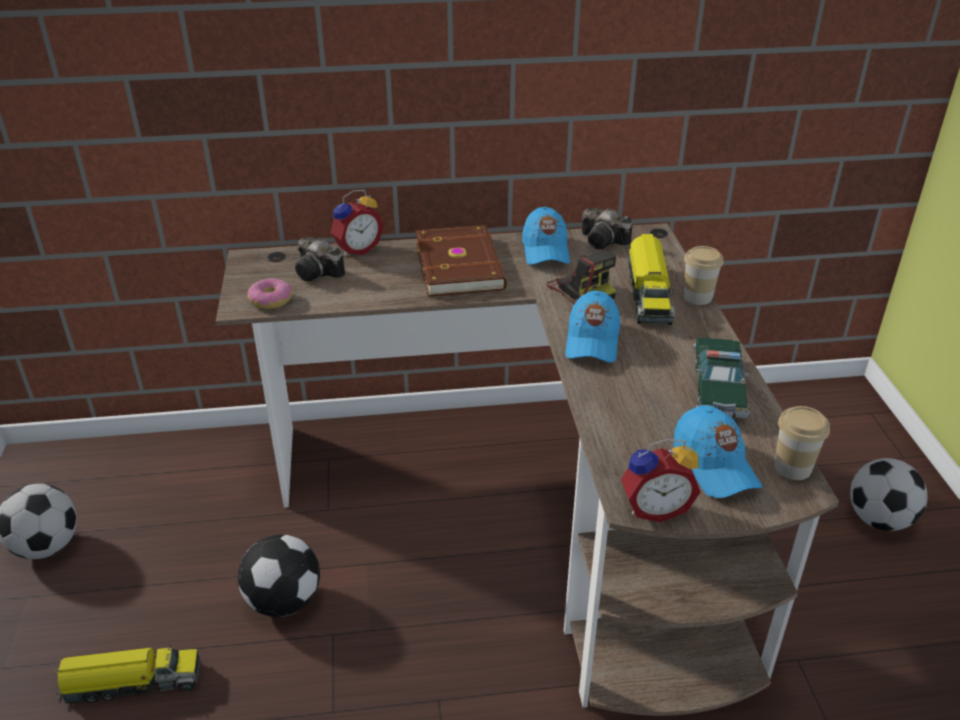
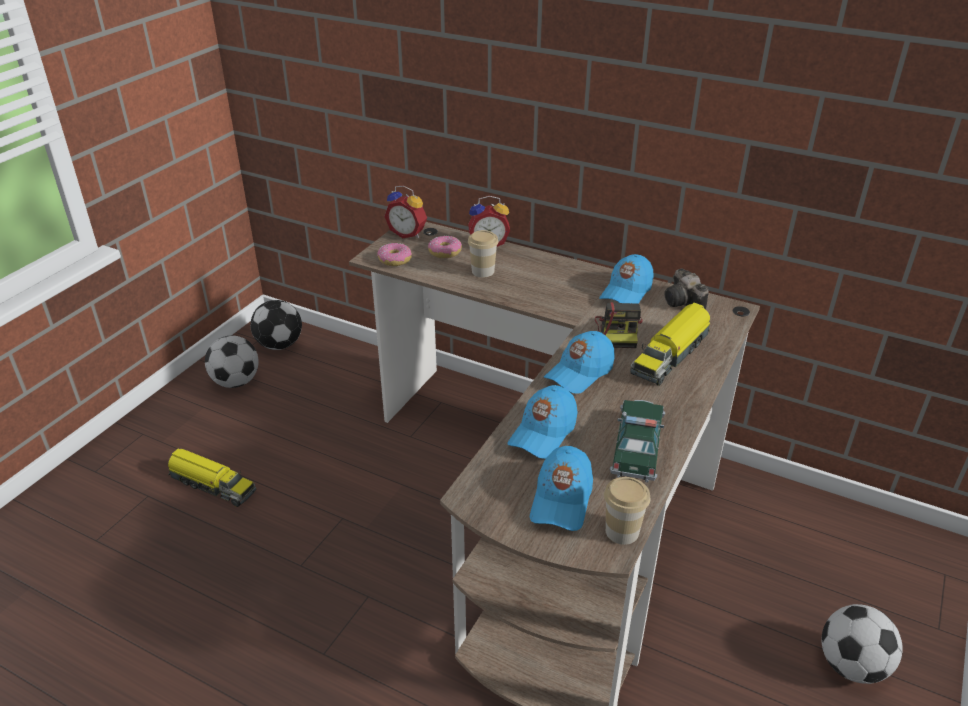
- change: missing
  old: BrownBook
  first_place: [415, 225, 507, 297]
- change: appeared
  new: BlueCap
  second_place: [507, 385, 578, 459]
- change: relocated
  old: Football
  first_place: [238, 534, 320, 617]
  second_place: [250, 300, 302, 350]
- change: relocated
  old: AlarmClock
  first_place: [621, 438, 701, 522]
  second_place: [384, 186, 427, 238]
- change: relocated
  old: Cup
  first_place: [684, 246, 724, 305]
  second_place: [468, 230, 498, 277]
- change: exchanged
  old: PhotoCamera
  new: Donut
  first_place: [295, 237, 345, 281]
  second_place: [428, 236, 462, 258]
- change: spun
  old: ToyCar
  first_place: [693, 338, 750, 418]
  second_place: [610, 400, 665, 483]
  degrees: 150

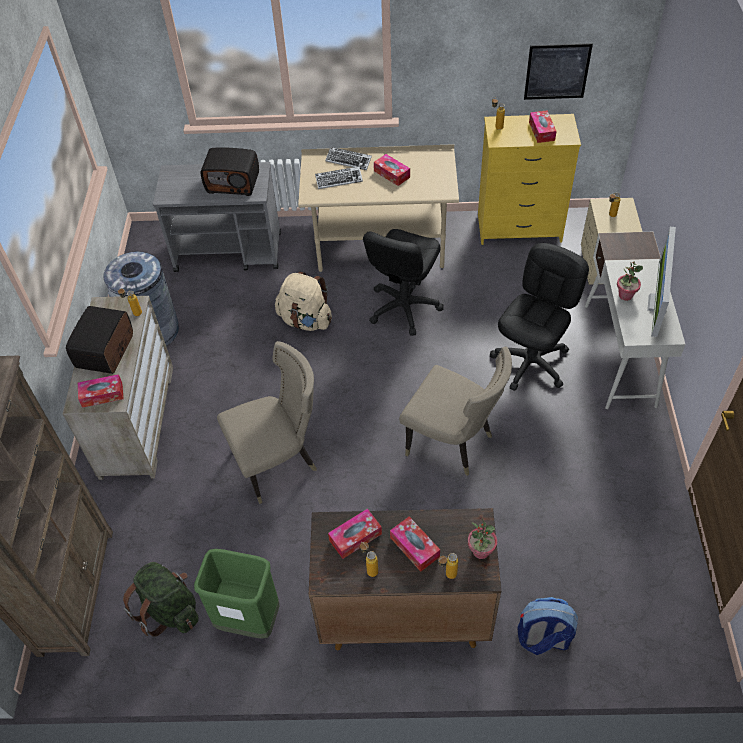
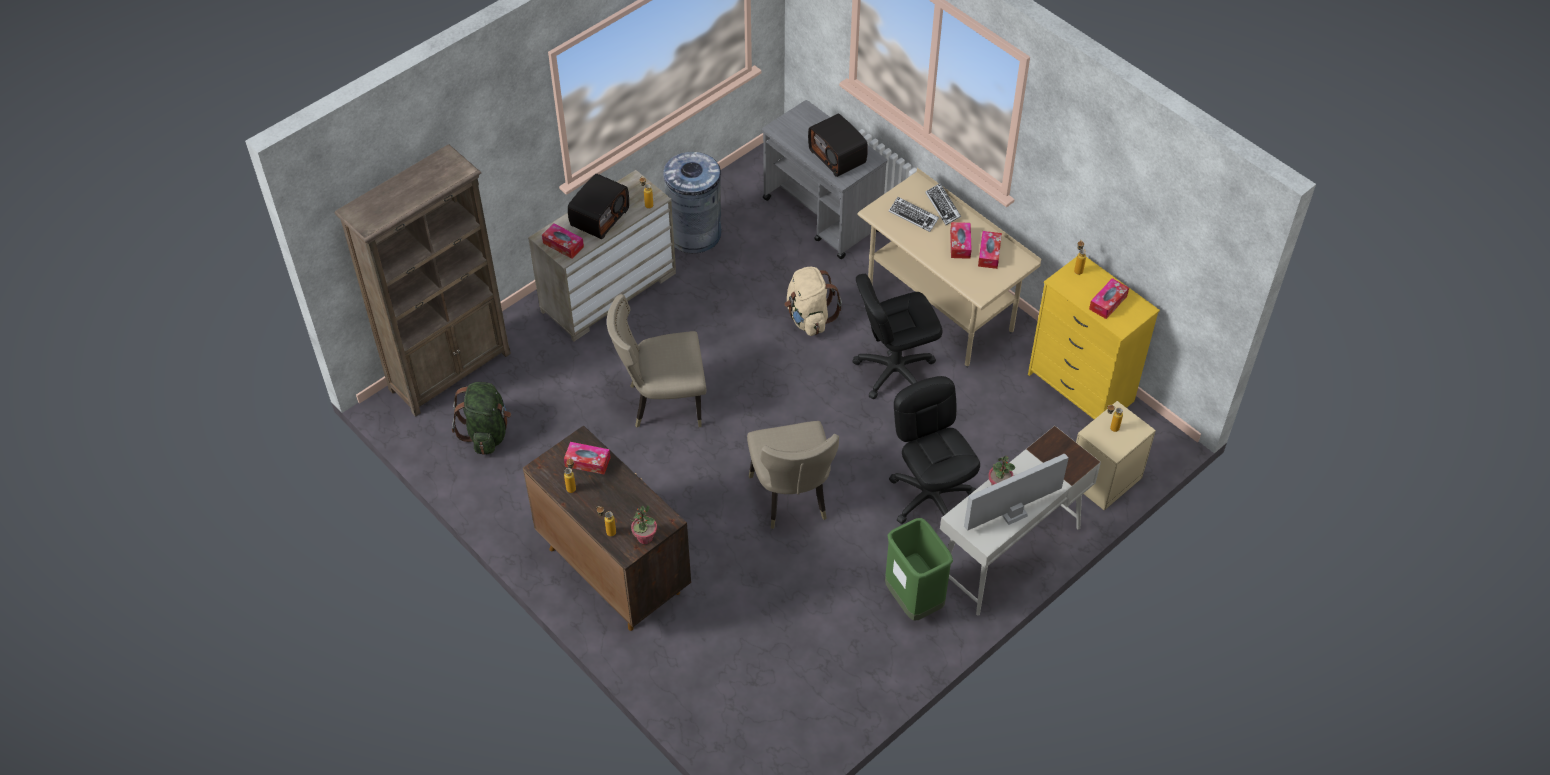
- change: missing
  old: Backpack
  first_place: [518, 597, 578, 655]
- change: missing
  old: Picture
  first_place: [524, 43, 593, 100]
- change: relocated
  old: GreenTrashCan
  first_place: [194, 549, 280, 639]
  second_place: [885, 518, 953, 621]
- change: relocated
  old: TissueBox
  first_place: [390, 517, 440, 572]
  second_place: [978, 231, 1002, 269]
- change: spun
  old: Radio
  first_place: [66, 306, 133, 374]
  second_place: [568, 174, 629, 239]
  degrees: 150
- change: spun
  old: BeigeChair
  first_place: [217, 341, 316, 504]
  second_place: [607, 294, 706, 427]
  degrees: 150
- change: spun
  old: BlackOfficeChair
  first_place: [490, 243, 589, 390]
  second_place: [889, 376, 980, 524]
  degrees: -105

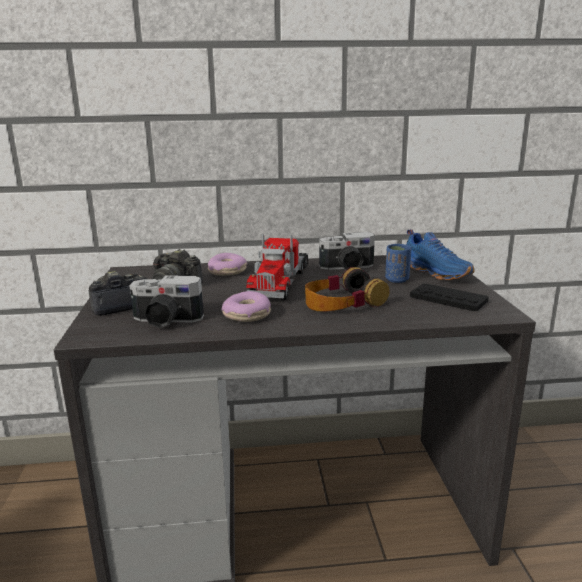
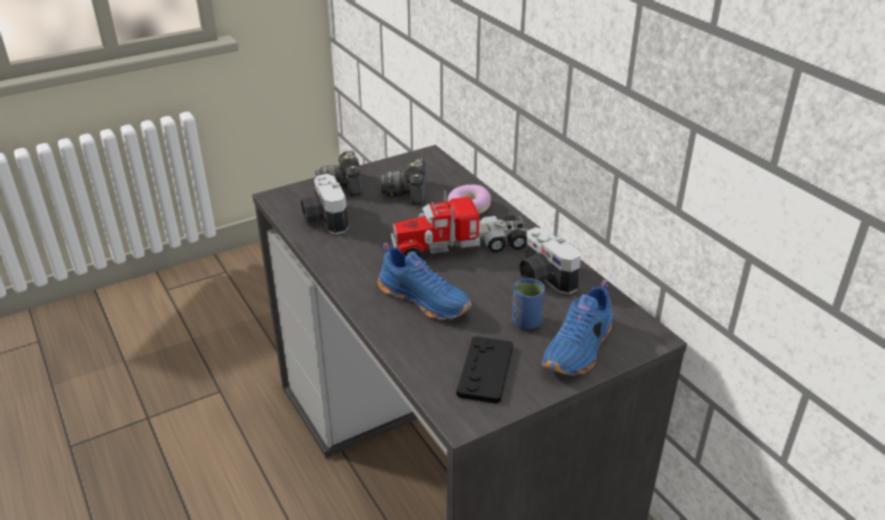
- change: missing
  old: Donut
  first_place: [222, 291, 271, 322]
- change: exchanged
  old: Headphones
  new: BlueShoe
  first_place: [305, 267, 390, 312]
  second_place: [378, 243, 471, 320]
- change: spun
  old: PhotoCamera
  first_place: [89, 271, 147, 316]
  second_place: [315, 151, 363, 197]
  degrees: -135

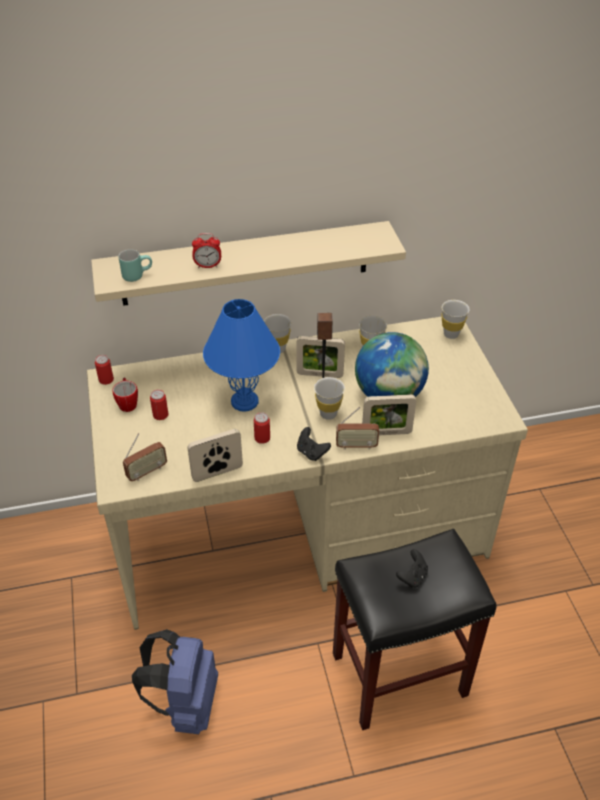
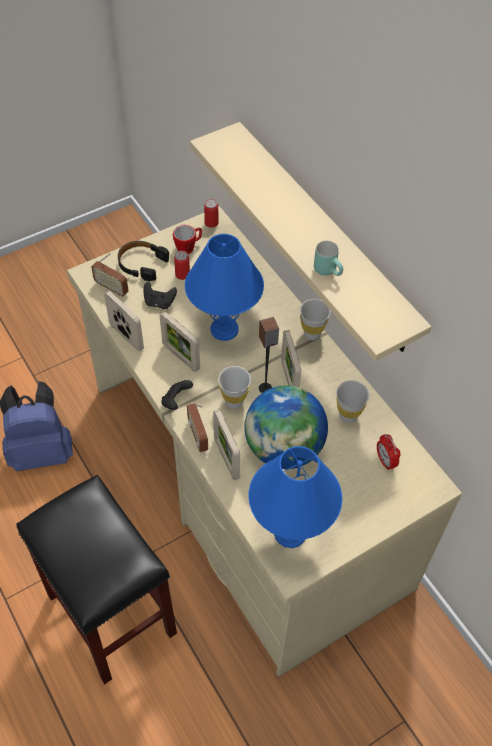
- change: missing
  old: WhiteCup
  first_place: [441, 300, 469, 339]
- change: appeared
  new: BlackHeadphones
  second_place: [118, 241, 169, 281]
- change: appeared
  new: BlueTableLamp
  second_place: [248, 446, 342, 548]
- change: relocated
  old: TurquoiseMug
  first_place: [119, 249, 152, 282]
  second_place: [314, 241, 343, 276]
- change: relocated
  old: AlarmClock
  first_place: [192, 233, 221, 268]
  second_place: [377, 434, 401, 471]
- change: relocated
  old: BlackGameController
  first_place: [396, 549, 428, 588]
  second_place: [143, 282, 177, 309]
- change: exchanged
  old: Can
  new: PictureFrame
  first_place: [254, 412, 270, 444]
  second_place: [160, 312, 200, 372]

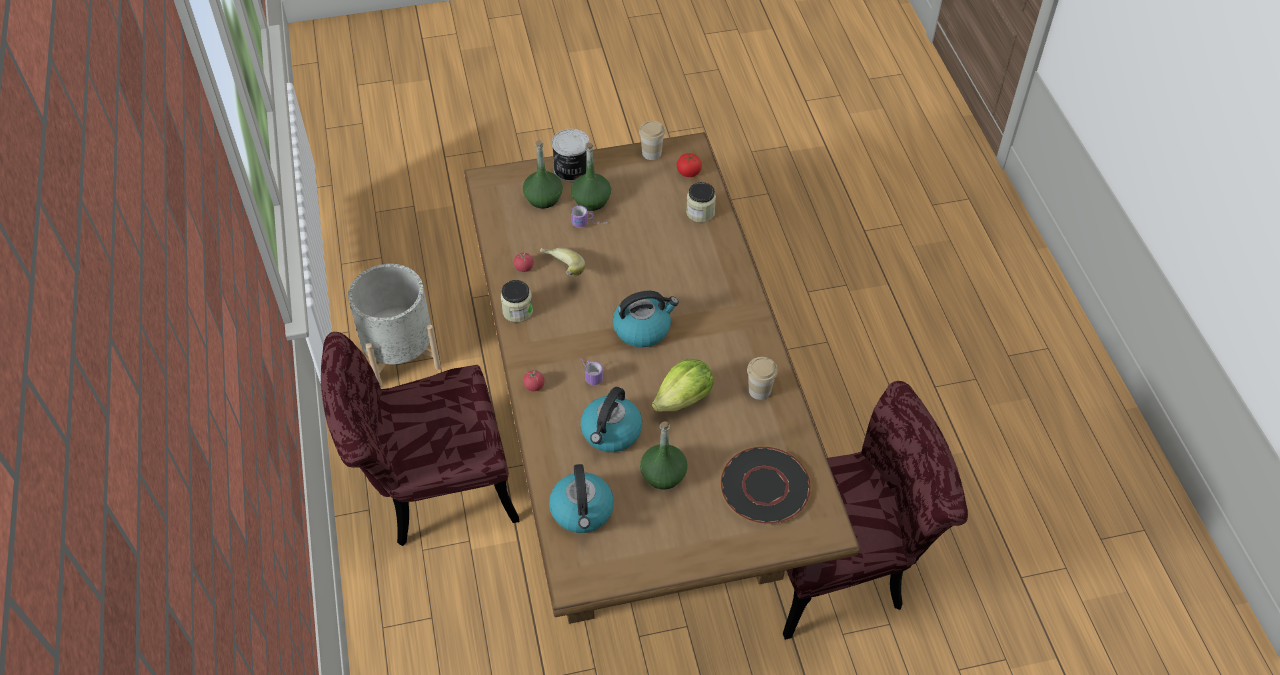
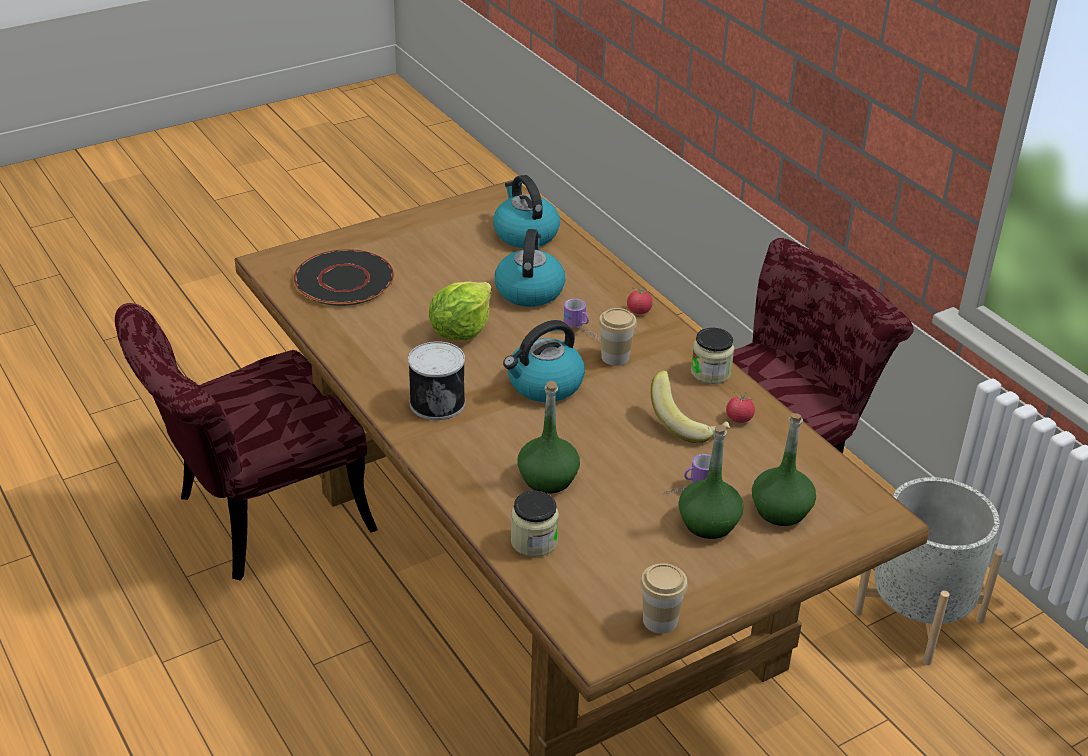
- change: missing
  old: Tomato
  first_place: [677, 153, 702, 177]
- change: relocated
  old: Can
  first_place: [552, 129, 590, 182]
  second_place: [408, 341, 465, 420]
- change: relocated
  old: GreenBottle
  first_place: [640, 421, 688, 490]
  second_place: [517, 381, 580, 494]
- change: relocated
  old: Cup
  first_place: [747, 357, 778, 400]
  second_place: [599, 308, 637, 366]

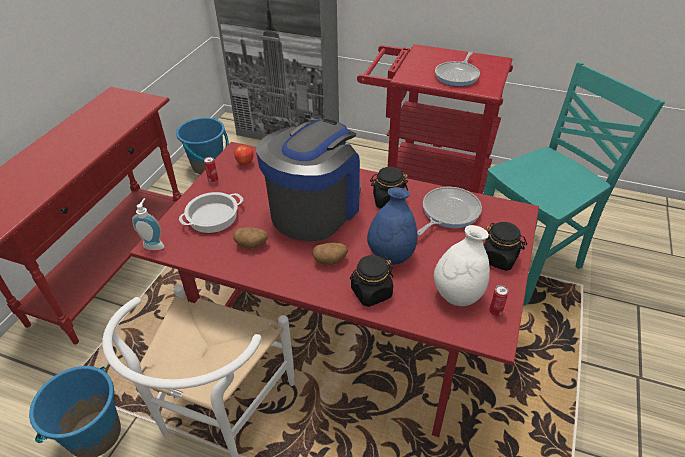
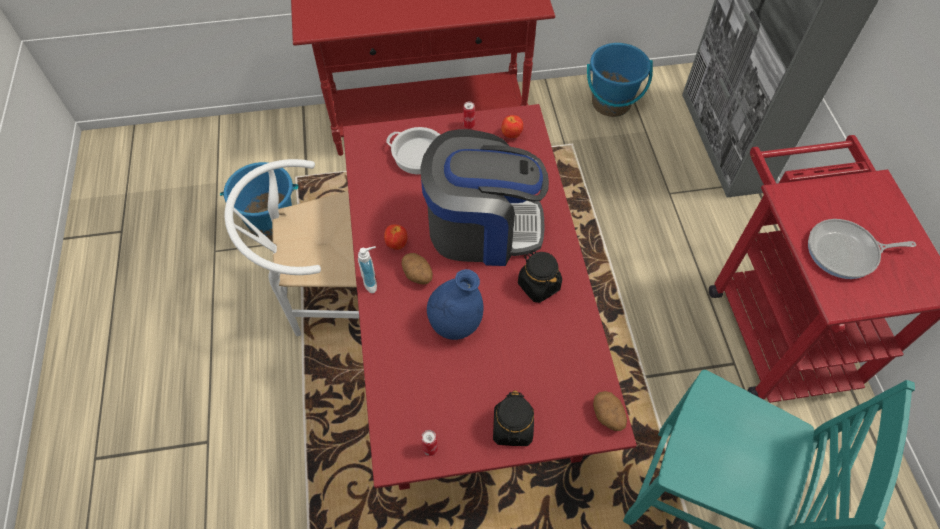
- change: missing
  old: BlackJar
  first_place: [350, 255, 393, 307]
- change: missing
  old: FryingPan
  first_place: [417, 187, 482, 235]
- change: missing
  old: WhiteVase
  first_place: [434, 225, 490, 306]
- change: appeared
  new: Apple
  second_place: [384, 224, 408, 250]
- change: relocated
  old: SoapDispenser
  first_place: [132, 198, 164, 250]
  second_place: [358, 246, 377, 293]
- change: relocated
  old: Potato
  first_place: [233, 227, 268, 249]
  second_place: [593, 391, 627, 431]

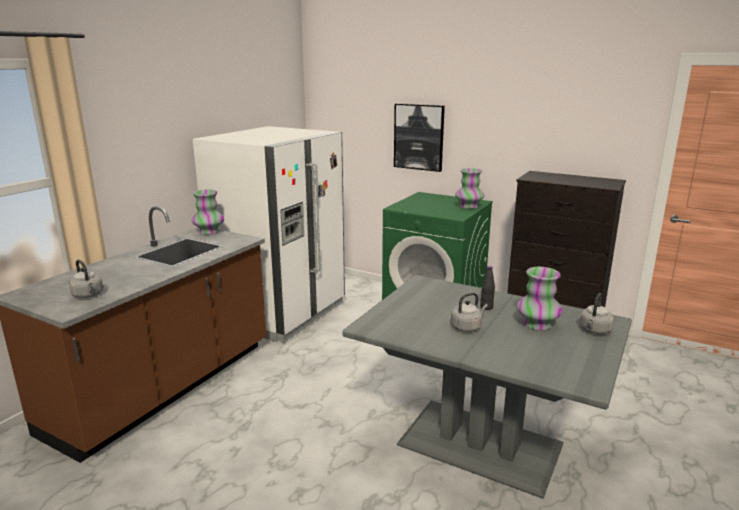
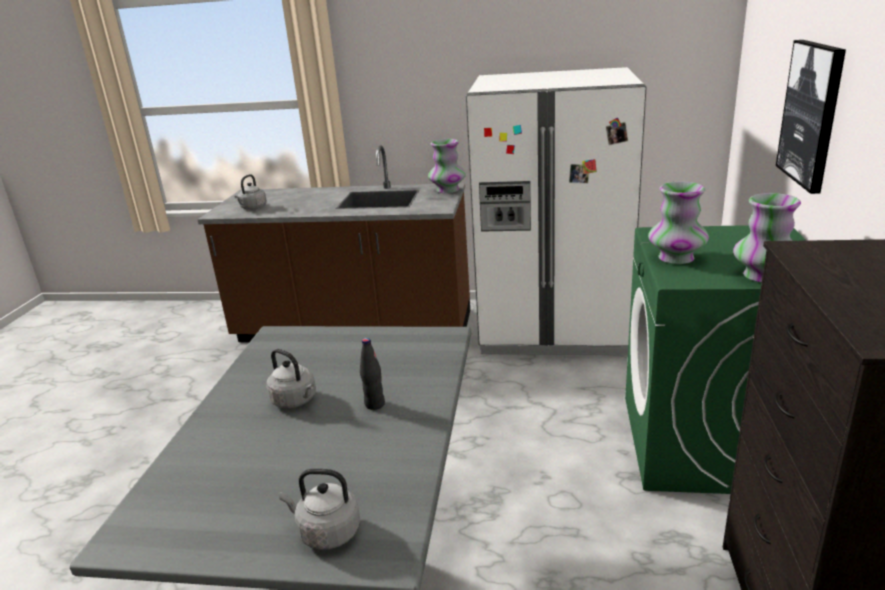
- change: relocated
  old: Vase
  first_place: [517, 267, 562, 330]
  second_place: [648, 182, 709, 264]

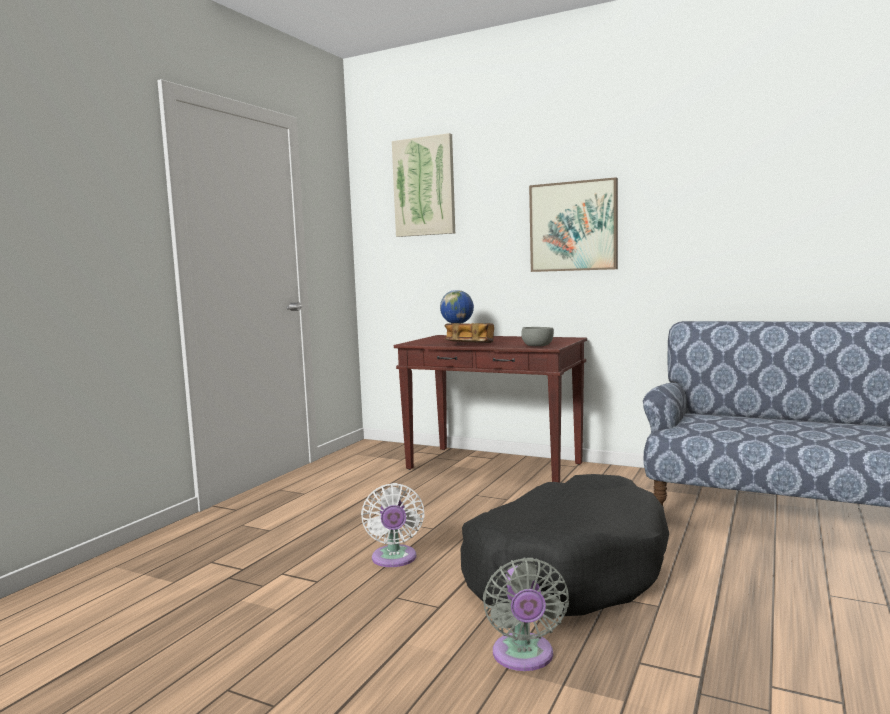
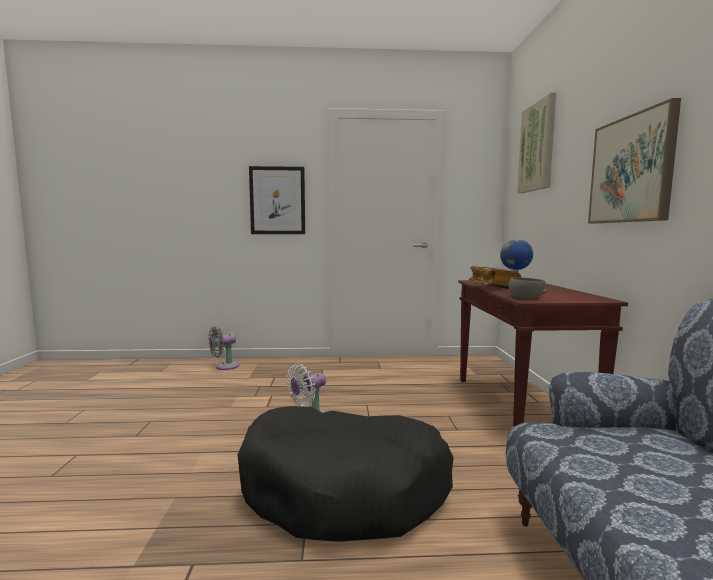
- change: appeared
  new: Picture
  second_place: [249, 166, 305, 234]
- change: relocated
  old: GreyFan
  first_place: [483, 558, 569, 671]
  second_place: [209, 326, 239, 370]

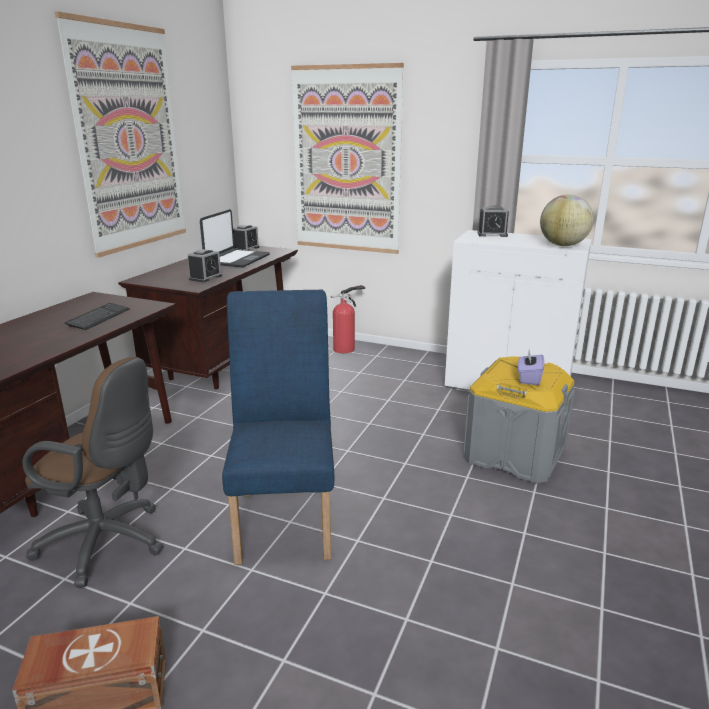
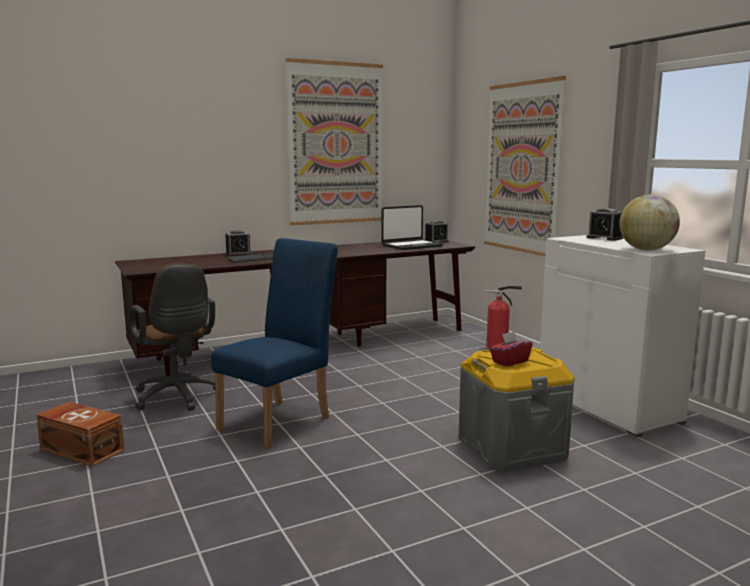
- change: relocated
  old: AlarmClock
  first_place: [187, 249, 222, 282]
  second_place: [225, 230, 252, 256]
- change: colour
  old: PurpleTissueBox
  new: RedTissueBox
  first_place: [518, 350, 544, 385]
  second_place: [489, 331, 533, 367]

